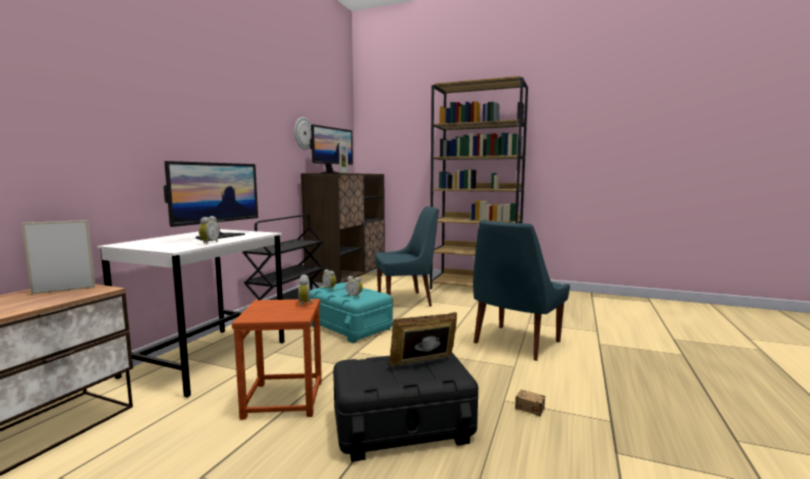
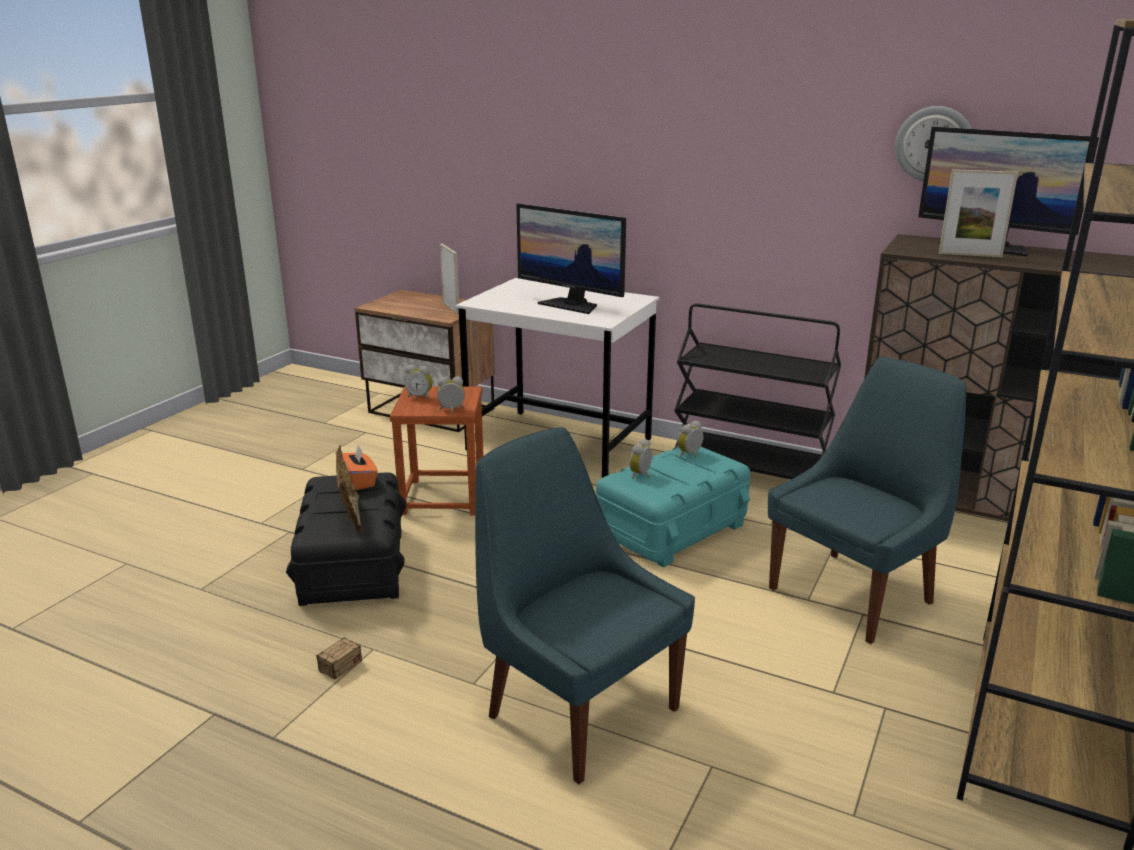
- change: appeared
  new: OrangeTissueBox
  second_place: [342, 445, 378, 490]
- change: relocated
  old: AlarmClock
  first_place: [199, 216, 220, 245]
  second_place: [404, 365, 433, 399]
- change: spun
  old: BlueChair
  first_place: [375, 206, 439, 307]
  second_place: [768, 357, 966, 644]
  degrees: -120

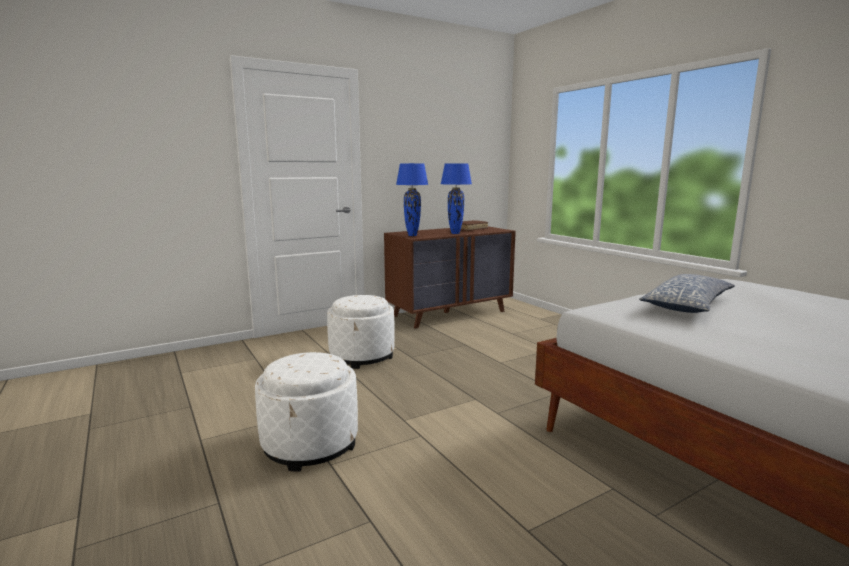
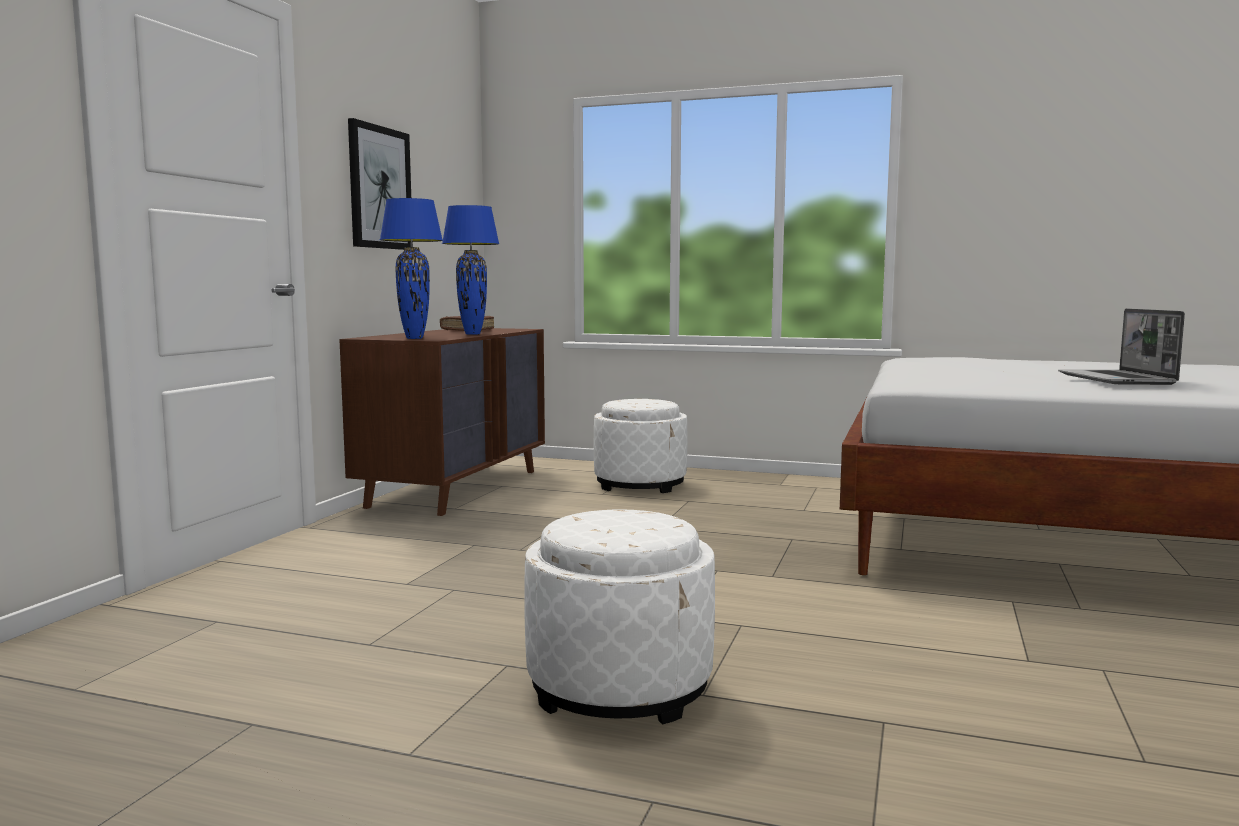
- change: missing
  old: Pillow
  first_place: [639, 274, 735, 313]
- change: appeared
  new: Picture
  second_place: [348, 118, 411, 250]
- change: appeared
  new: Laptop
  second_place: [1058, 309, 1185, 385]
- change: relocated
  old: WhiteOttoman
  first_place: [327, 295, 395, 369]
  second_place: [594, 399, 687, 493]

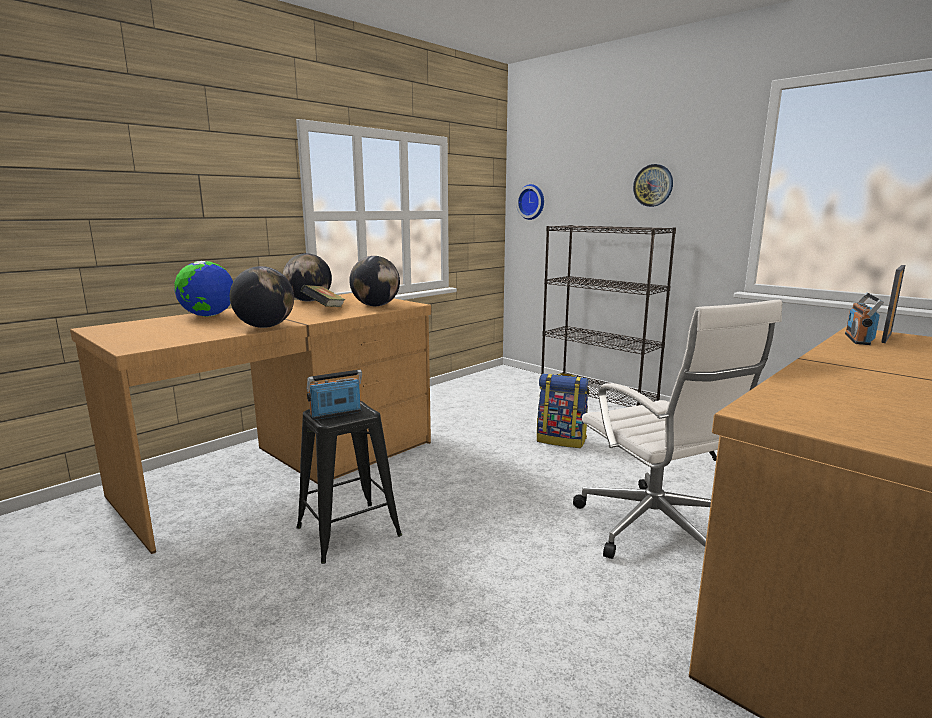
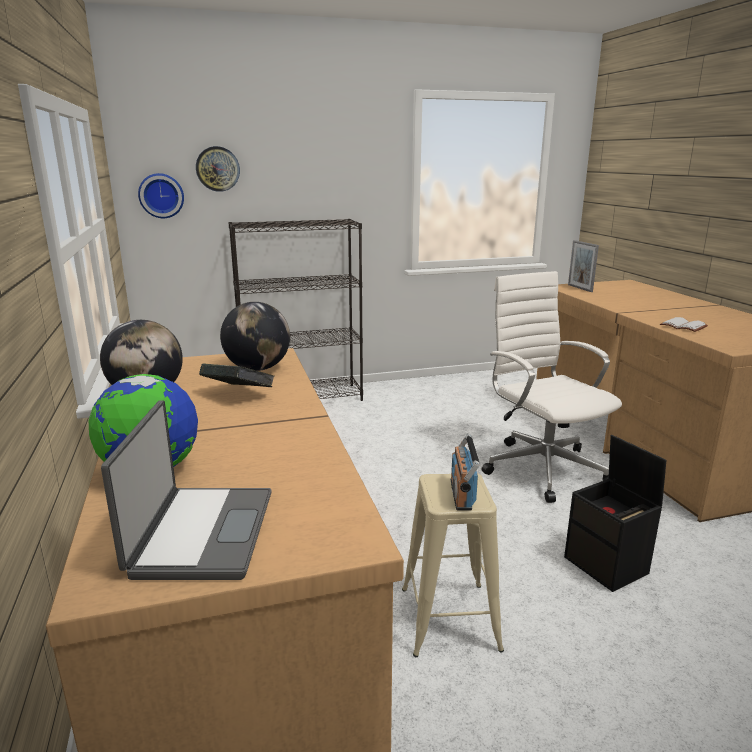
- change: missing
  old: Globe
  first_place: [230, 266, 294, 328]
- change: missing
  old: Backpack
  first_place: [537, 373, 589, 448]
- change: missing
  old: Radio
  first_place: [845, 293, 884, 345]
- change: appeared
  new: Laptop
  second_place: [101, 400, 272, 580]
- change: appeared
  new: BlackStorageBox
  second_place: [564, 435, 667, 592]
- change: appeared
  new: WhiteBook
  second_place: [660, 317, 708, 332]
- change: relocated
  old: WallClock
  first_place: [633, 164, 673, 207]
  second_place: [196, 146, 240, 192]
- change: colour
  old: BlackStool
  new: BeigeStool
  first_place: [296, 401, 402, 564]
  second_place: [402, 473, 504, 657]
- change: spun
  old: WhiteOfficeChair
  first_place: [573, 300, 782, 559]
  second_place: [482, 271, 622, 503]
  degrees: -120

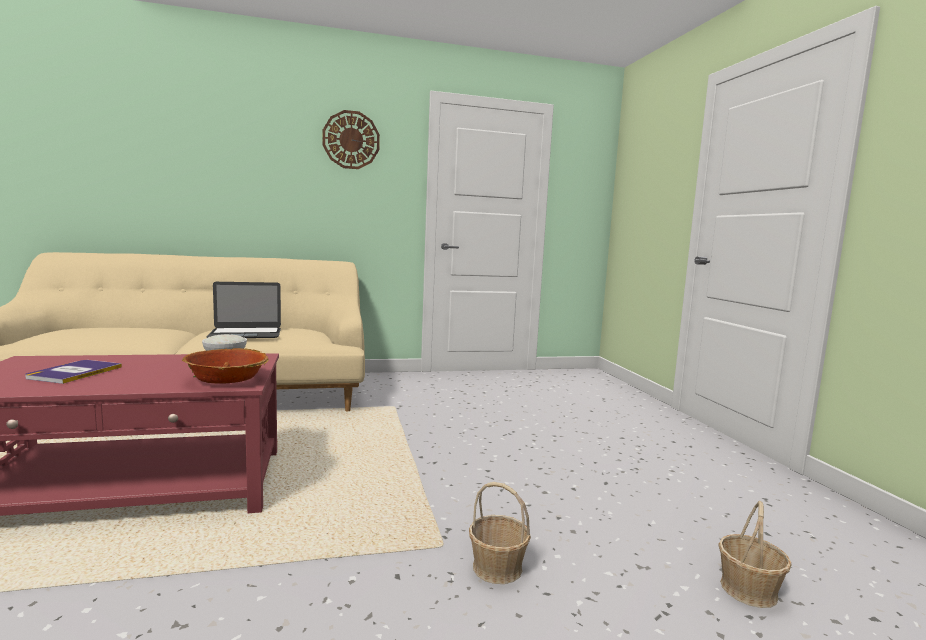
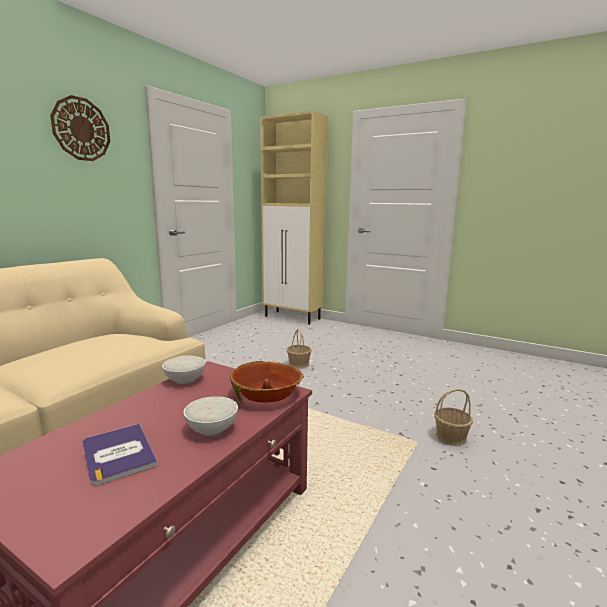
- change: missing
  old: Laptop
  first_place: [207, 282, 281, 338]
- change: appeared
  new: WhiteBowl
  second_place: [184, 396, 238, 436]
- change: appeared
  new: BeigeCabinet
  second_place: [260, 111, 328, 325]
- change: relocated
  old: Basket
  first_place: [718, 501, 792, 608]
  second_place: [286, 329, 312, 369]

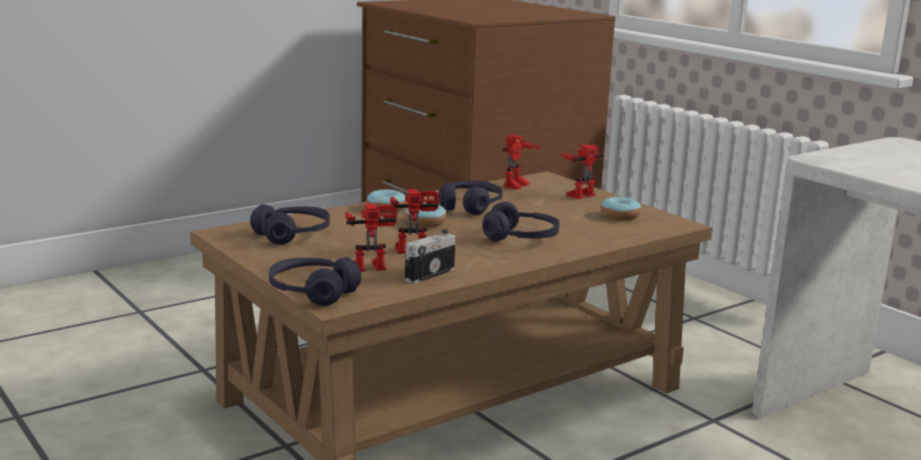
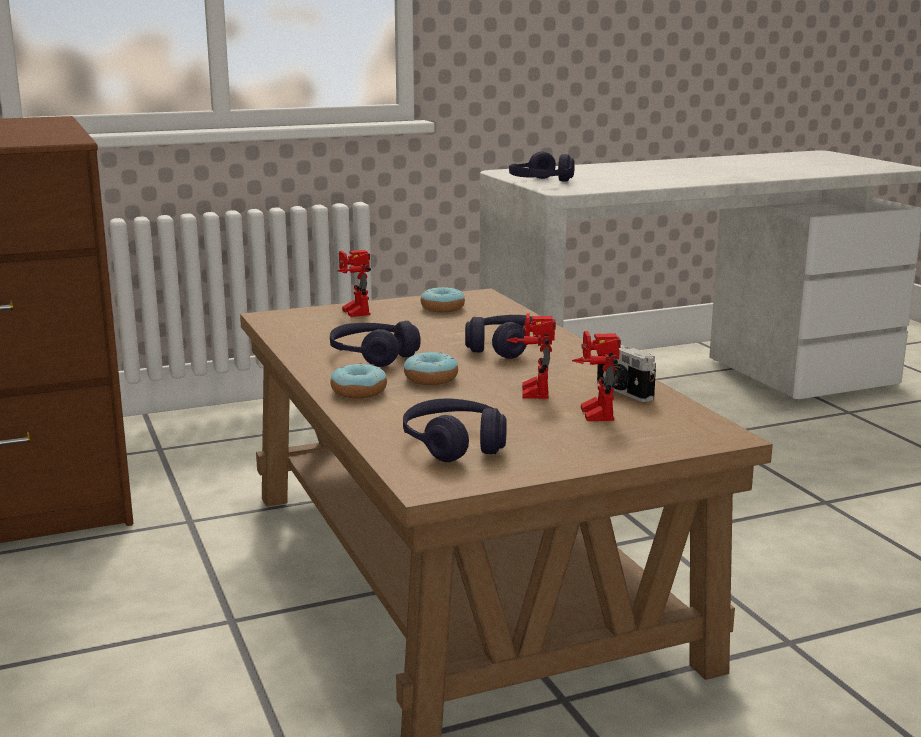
- change: missing
  old: ToyRobot
  first_place: [502, 135, 542, 190]
- change: relocated
  old: PurpleHeadphones
  first_place: [269, 257, 361, 306]
  second_place: [509, 151, 575, 182]

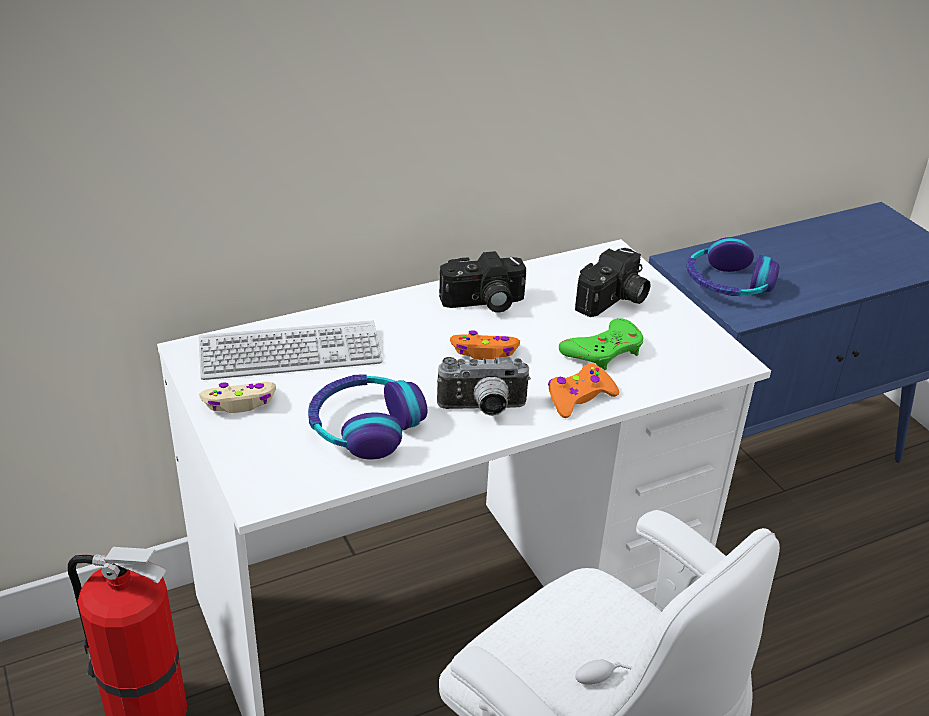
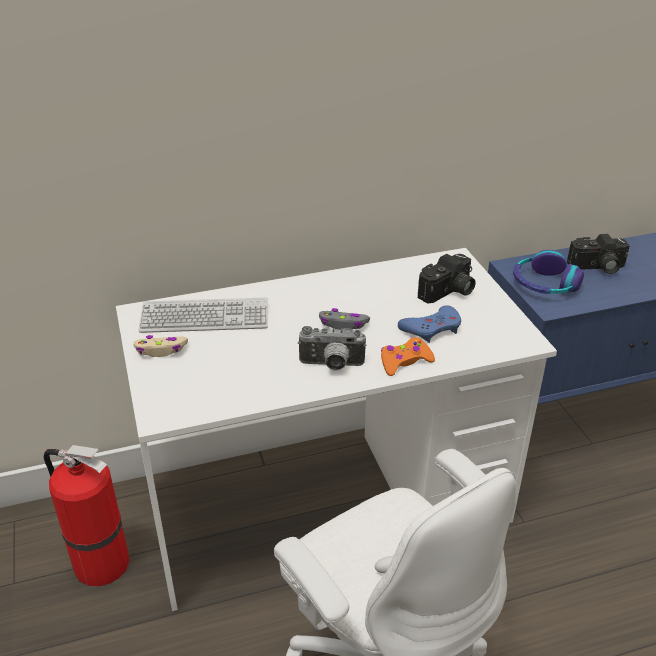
- change: missing
  old: Headphones
  first_place: [308, 375, 427, 460]
- change: relocated
  old: PhotoCamera
  first_place: [439, 251, 526, 313]
  second_place: [567, 234, 630, 274]
- change: colour
  old: OrangeGameController
  new: GreyGameController
  first_place: [450, 330, 520, 360]
  second_place: [319, 308, 370, 330]
- change: colour
  old: GreenGameController
  new: BlueGameController
  first_place: [559, 318, 643, 370]
  second_place: [398, 305, 461, 343]

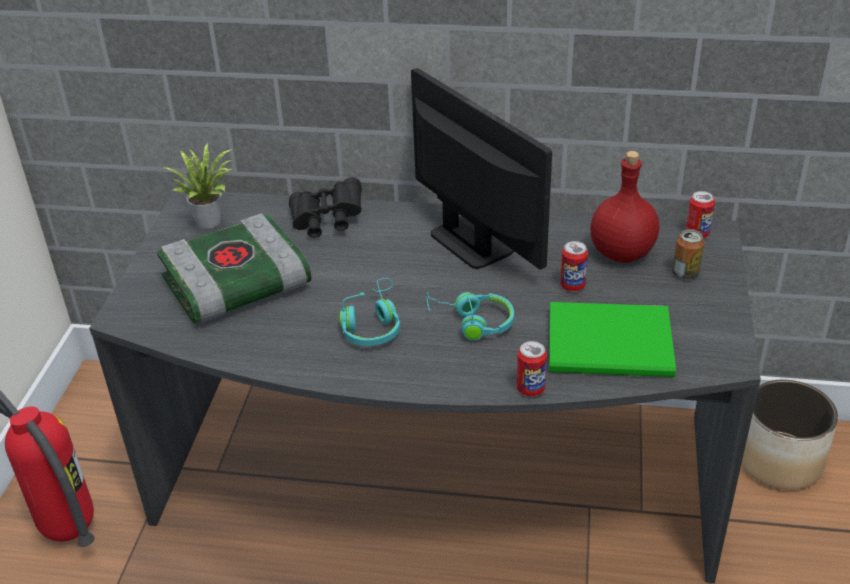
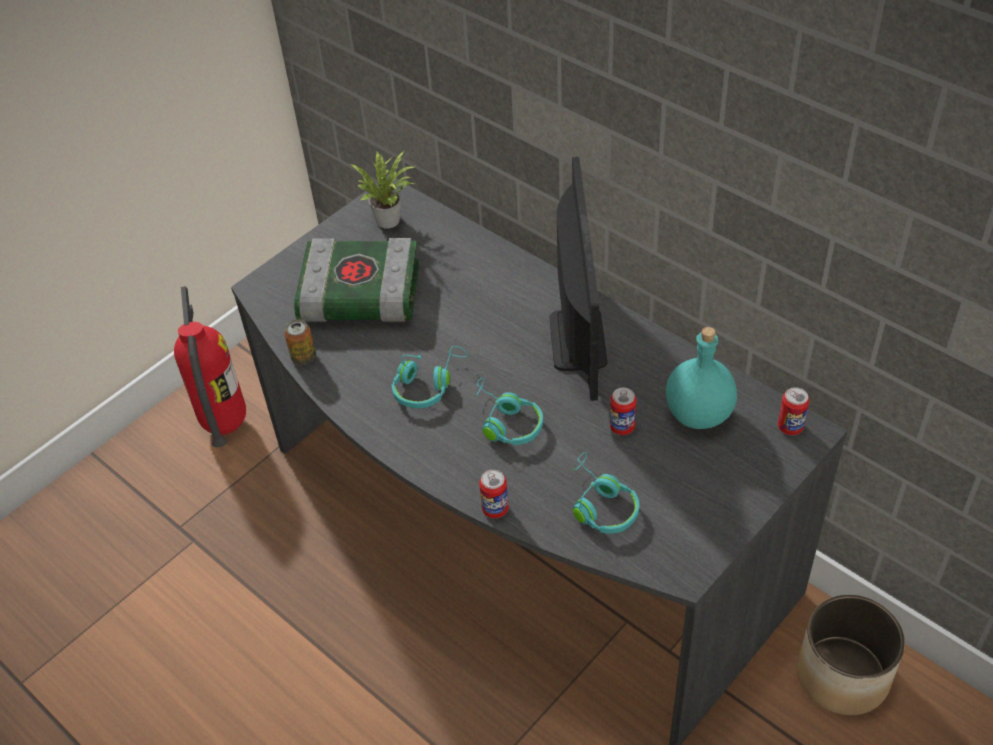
- change: missing
  old: BlackBinoculars
  first_place: [289, 177, 362, 238]
- change: relocated
  old: Can
  first_place: [672, 229, 705, 280]
  second_place: [284, 319, 316, 365]
- change: exchanged
  old: GreenBook
  new: TurquoiseHeadphones
  first_place: [549, 302, 676, 377]
  second_place: [572, 452, 640, 533]
- change: colour
  old: RedBottle
  new: TurquoiseBottle
  first_place: [590, 151, 659, 263]
  second_place: [666, 327, 737, 429]

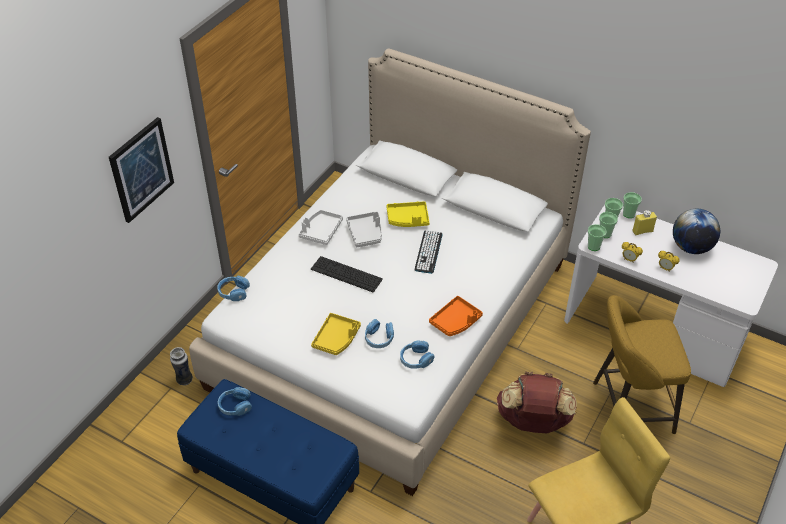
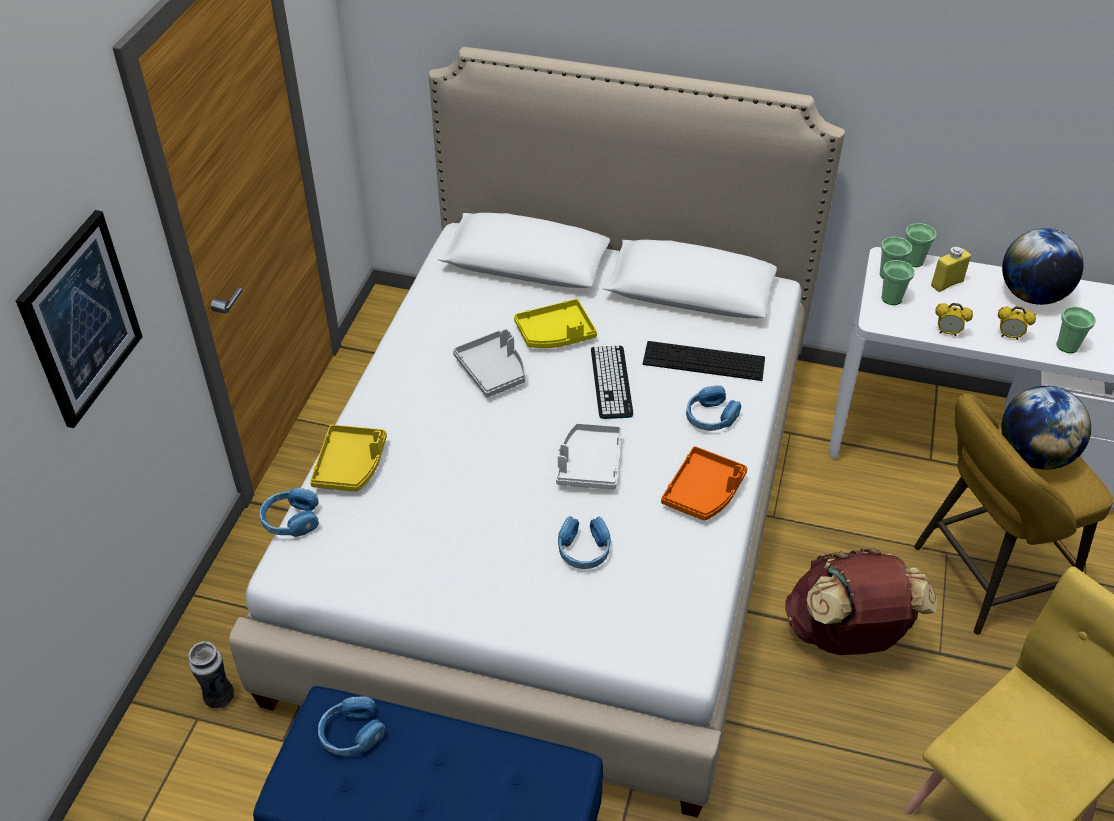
- change: appeared
  new: Globe
  second_place: [1001, 386, 1091, 470]
- change: relocated
  old: WhiteTray
  first_place: [299, 210, 343, 245]
  second_place: [556, 423, 622, 489]
- change: relocated
  old: Keyboard
  first_place: [311, 256, 383, 293]
  second_place: [643, 341, 765, 381]
- change: relocated
  old: YellowTray
  first_place: [311, 313, 361, 355]
  second_place: [310, 425, 387, 492]
- change: relocated
  old: BlueHeadphones
  first_place: [400, 341, 434, 369]
  second_place: [686, 385, 741, 431]
- change: relocated
  old: Cup
  first_place: [588, 224, 607, 251]
  second_place: [1057, 307, 1096, 353]

